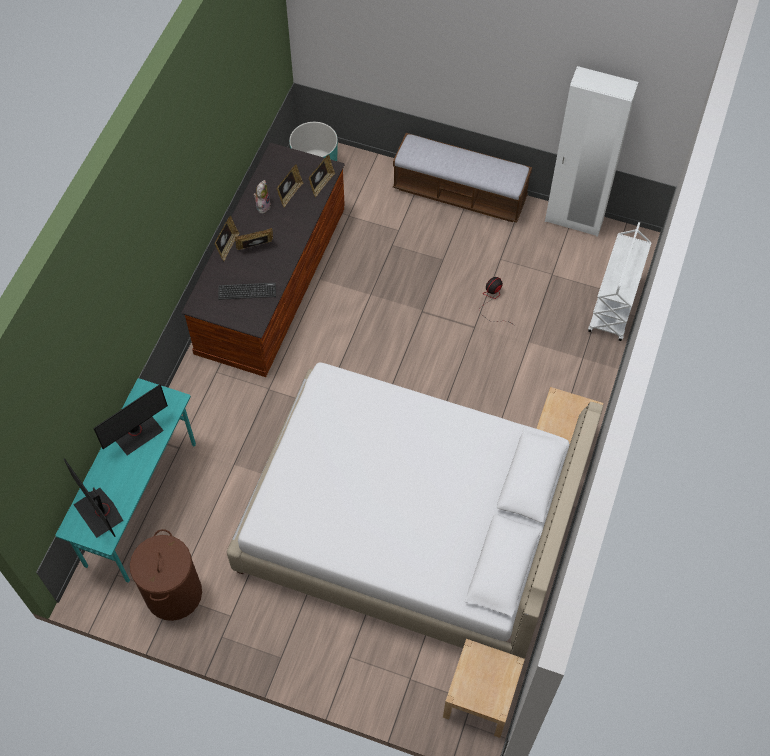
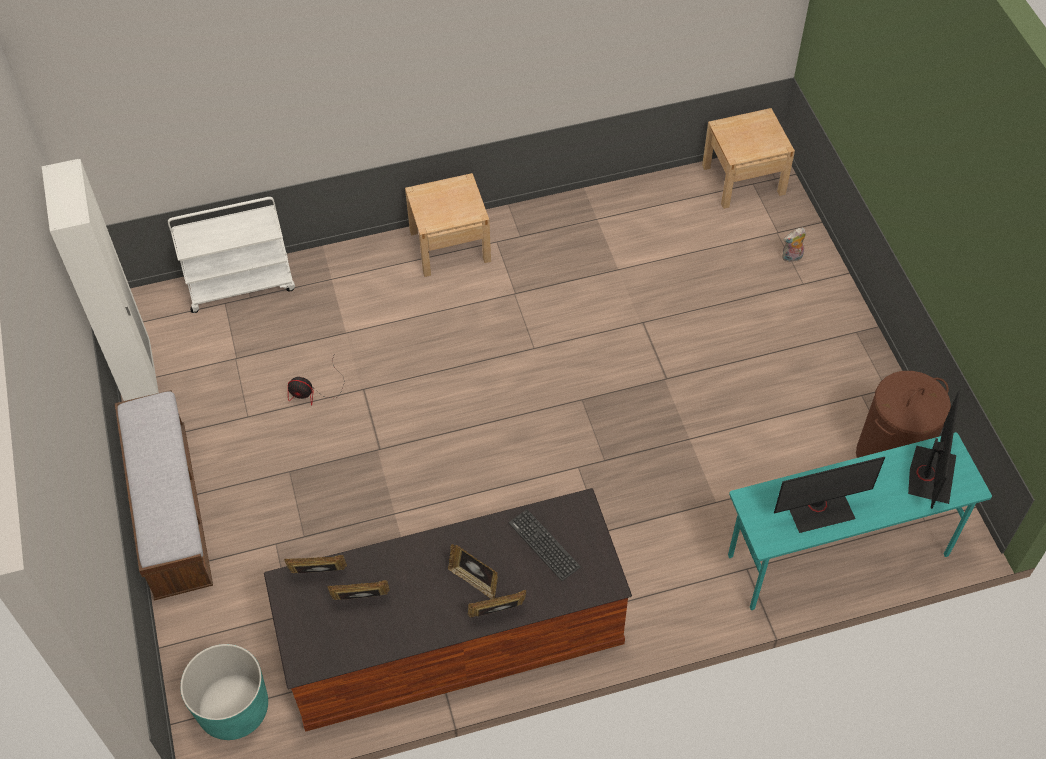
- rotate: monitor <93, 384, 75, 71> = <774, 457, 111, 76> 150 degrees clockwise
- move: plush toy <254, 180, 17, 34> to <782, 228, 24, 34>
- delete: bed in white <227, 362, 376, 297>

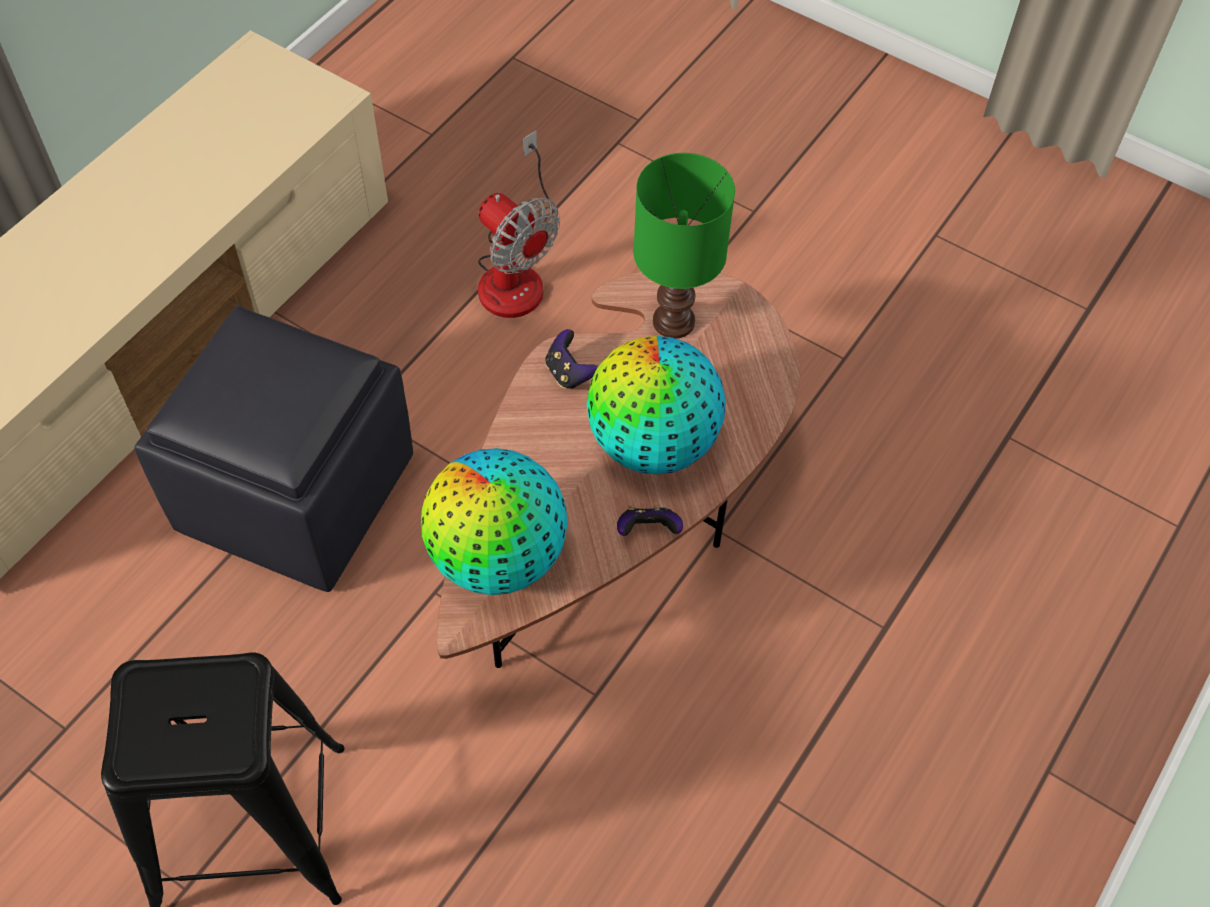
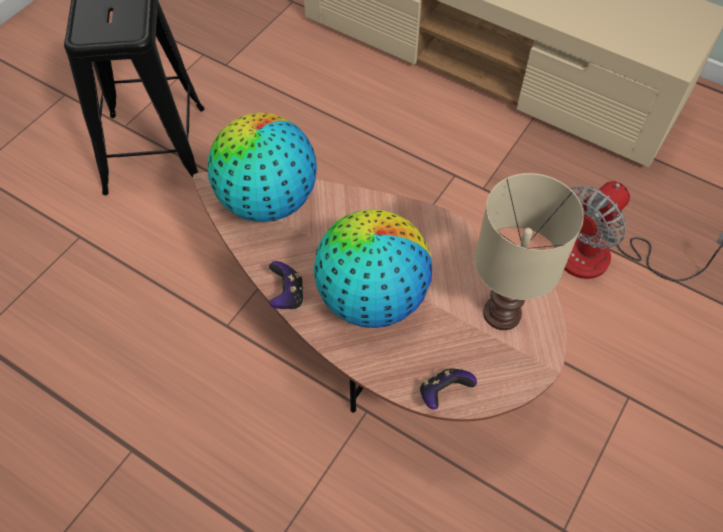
- move: game controller <545, 329, 53, 61> to <420, 368, 57, 42>
- recolor: table lamp in green <633, 153, 102, 186> to table lamp in beige <475, 173, 109, 157>
- delete: ottoman in black <134, 306, 279, 286>

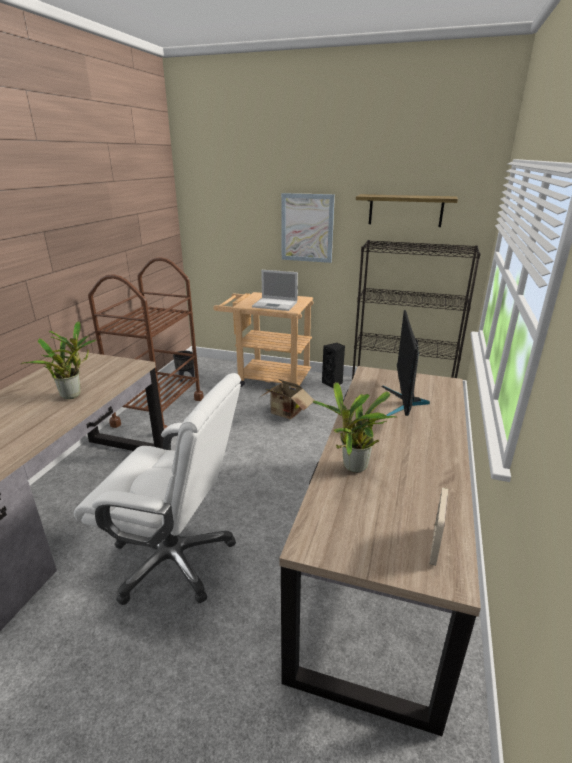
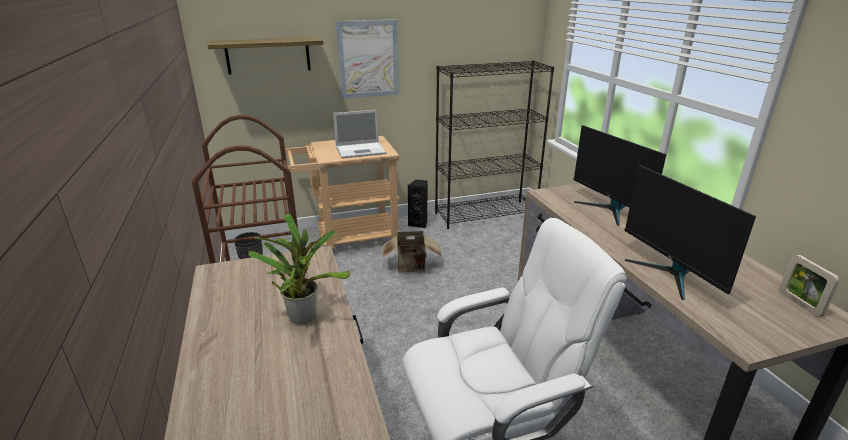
- move: shelf <356, 194, 102, 33> to <208, 37, 116, 37>
- replace: potted plant <312, 382, 85, 91> to monitor <624, 165, 132, 135>

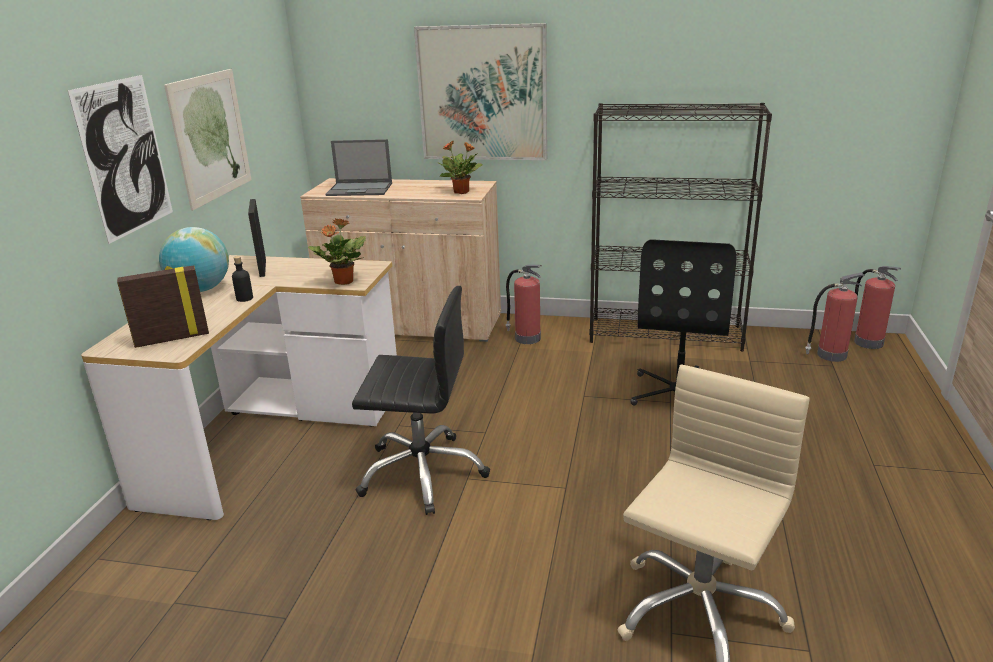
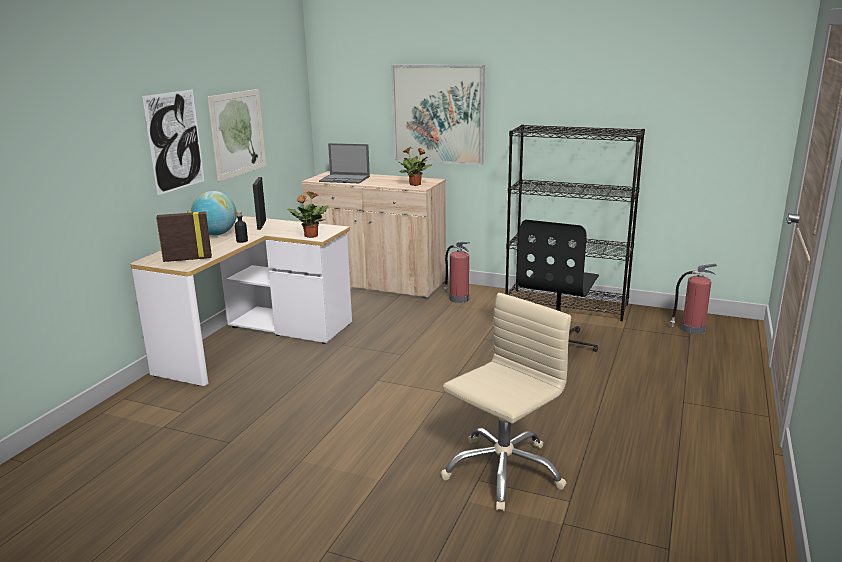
- delete: office chair in black <352, 286, 138, 229>
- delete: fire extinguisher <854, 266, 47, 83>

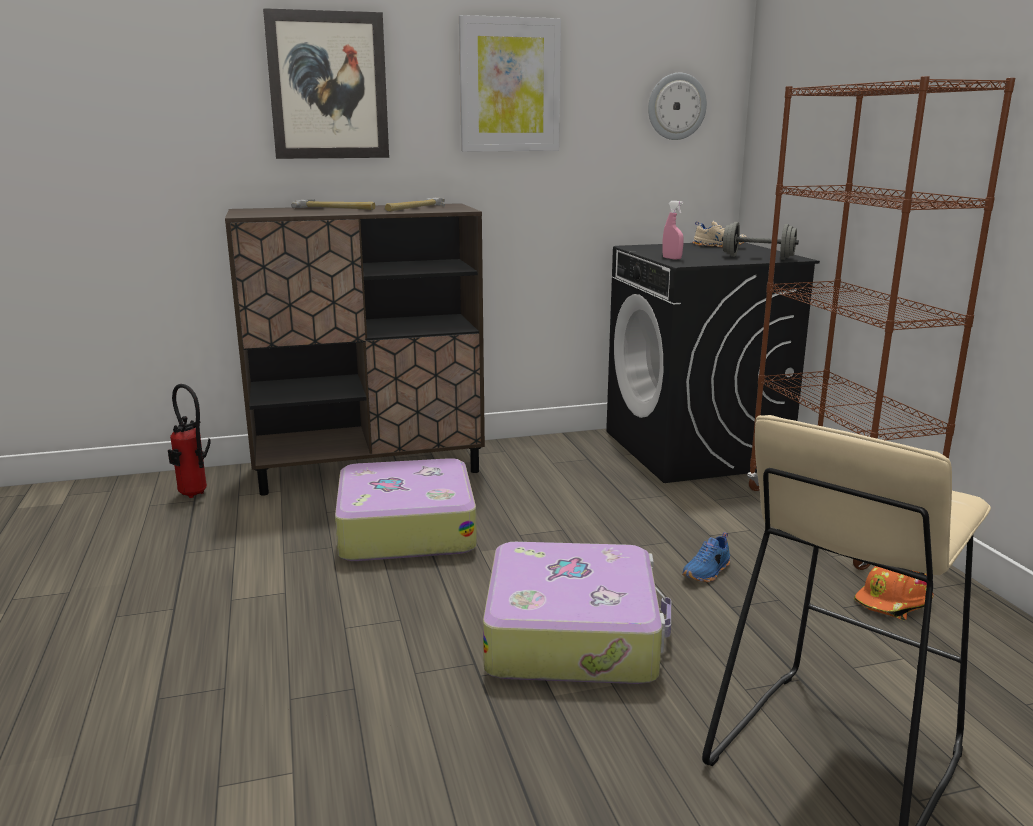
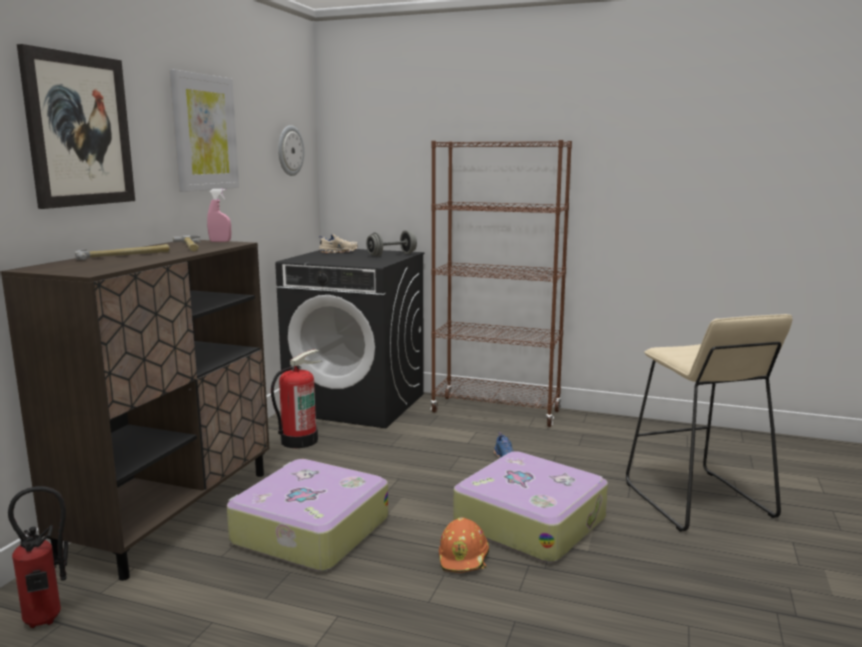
- move: spray bottle in pink <662, 201, 22, 59> to <207, 189, 24, 53>
- insert: fire extinguisher <271, 349, 51, 99>
- move: hard hat in orange <854, 566, 80, 54> to <439, 517, 50, 56>

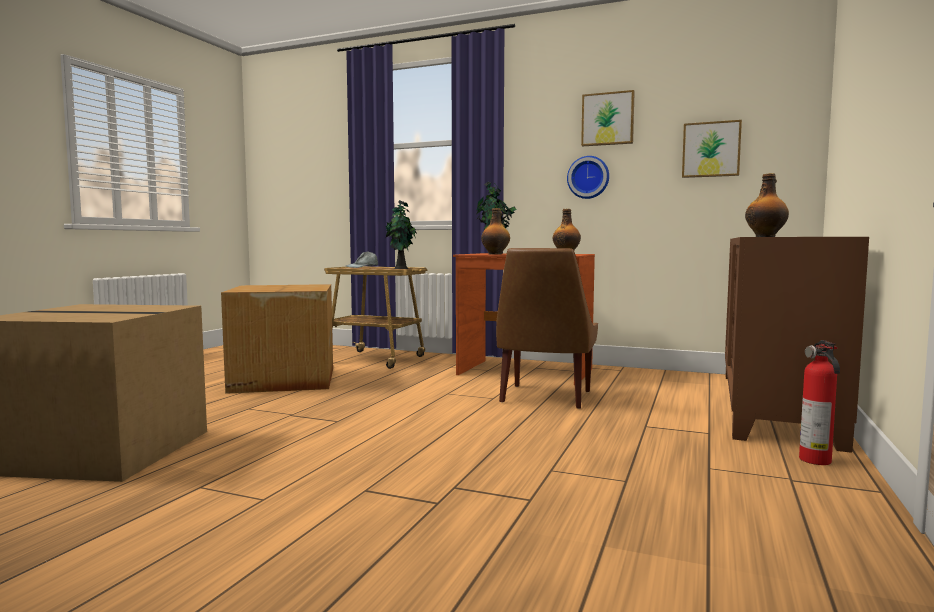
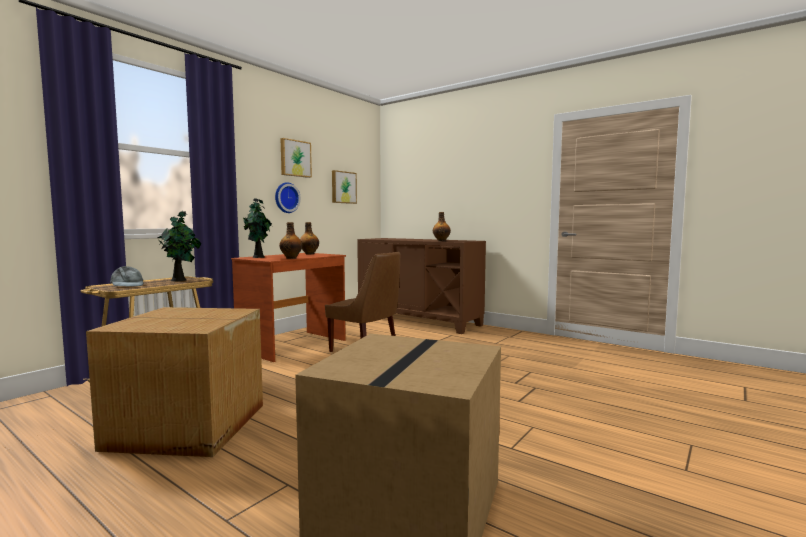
- delete: fire extinguisher <799, 340, 41, 125>

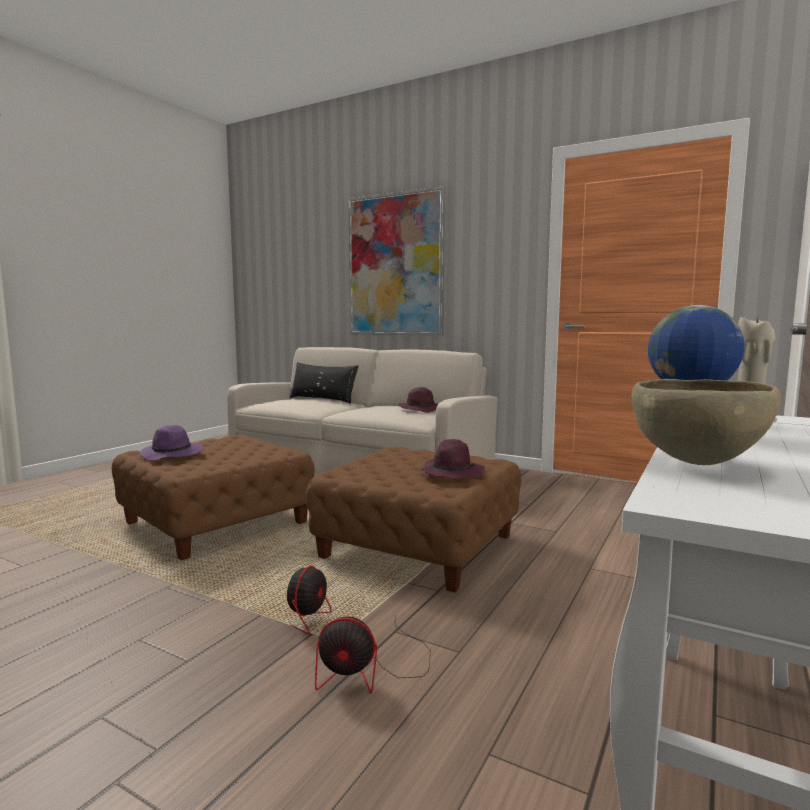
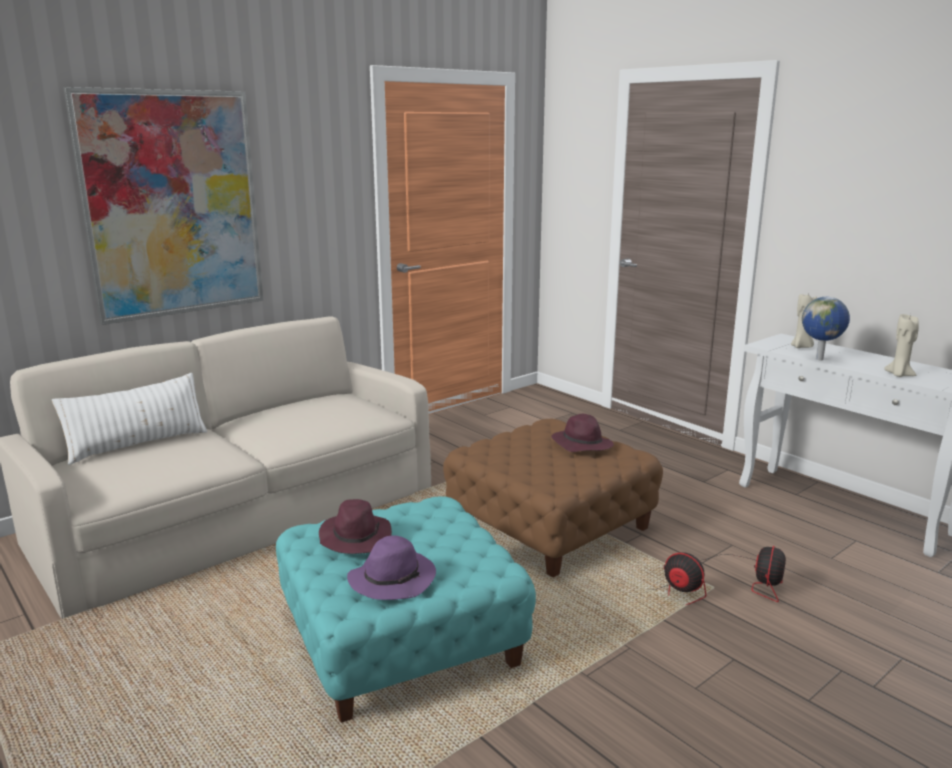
- recolor: pillow in black <289, 362, 70, 42> to pillow in white <52, 373, 155, 92>
- recolor: ottoman in brown <112, 435, 203, 125> to ottoman in turquoise <276, 496, 260, 227>
- move: hat in purple <398, 387, 40, 26> to <319, 499, 73, 55>
- replace: bowl in brown <631, 379, 151, 86> to candle in beige <884, 314, 35, 63>

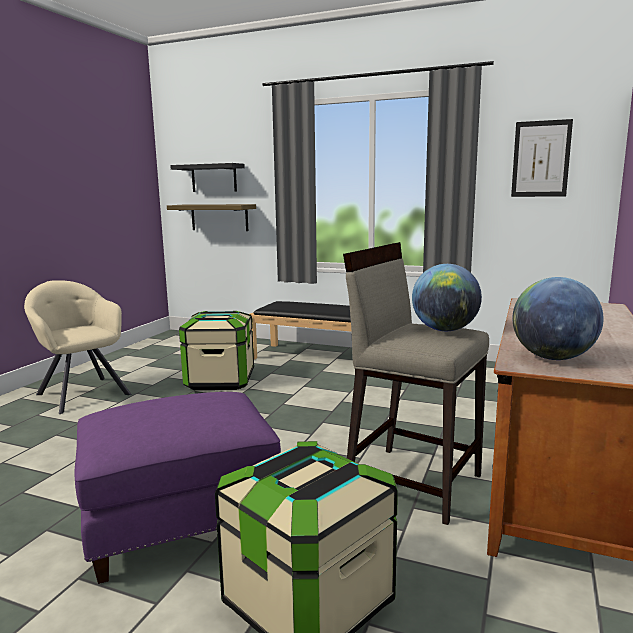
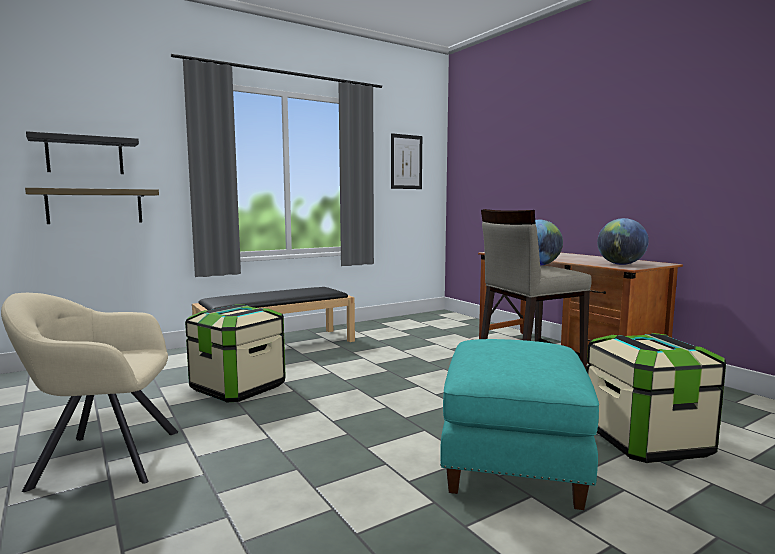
- recolor: ottoman in purple <74, 392, 207, 192> to ottoman in turquoise <440, 339, 159, 171>

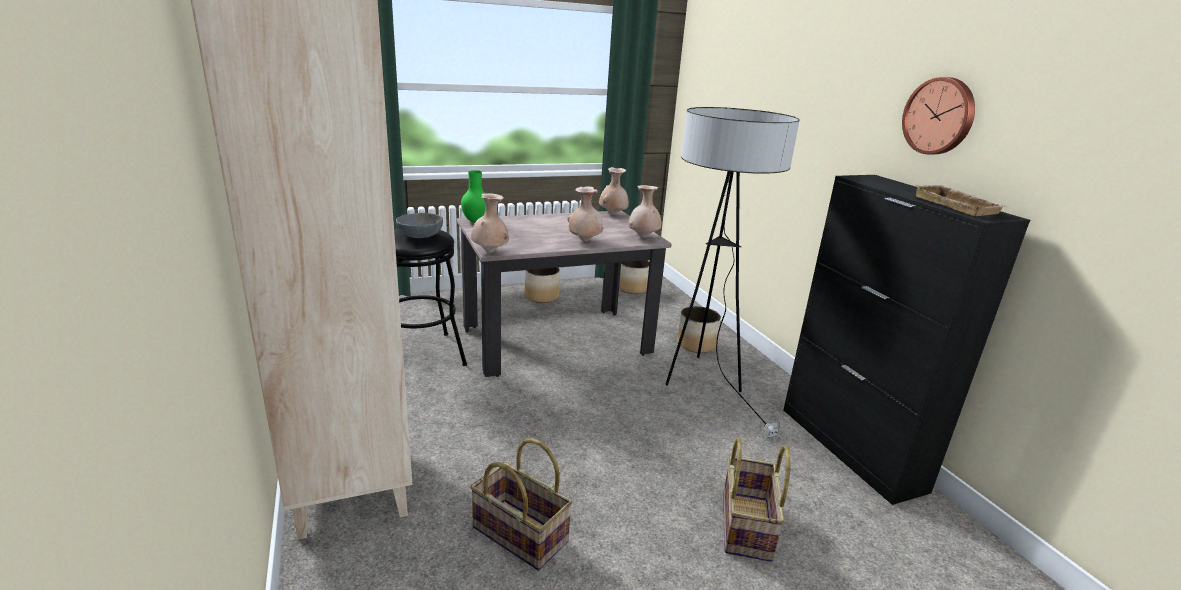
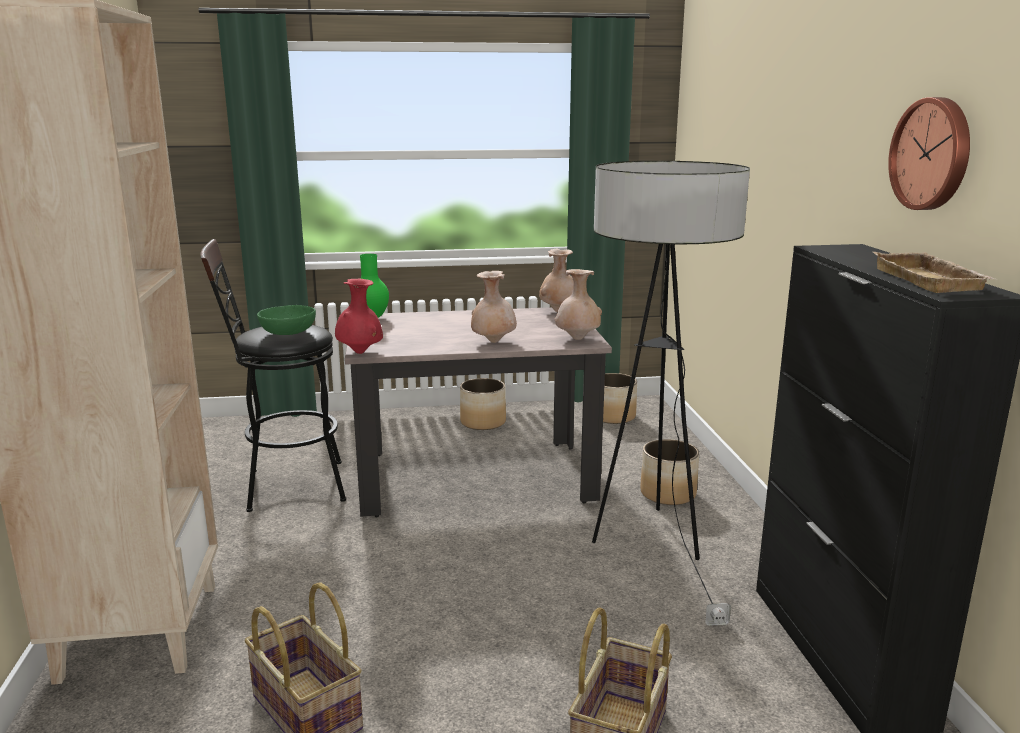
- recolor: bowl in grey <396, 213, 47, 25> to bowl in green <257, 305, 59, 30>
- recolor: vase in beige <471, 193, 38, 60> to vase in red <335, 279, 48, 75>

